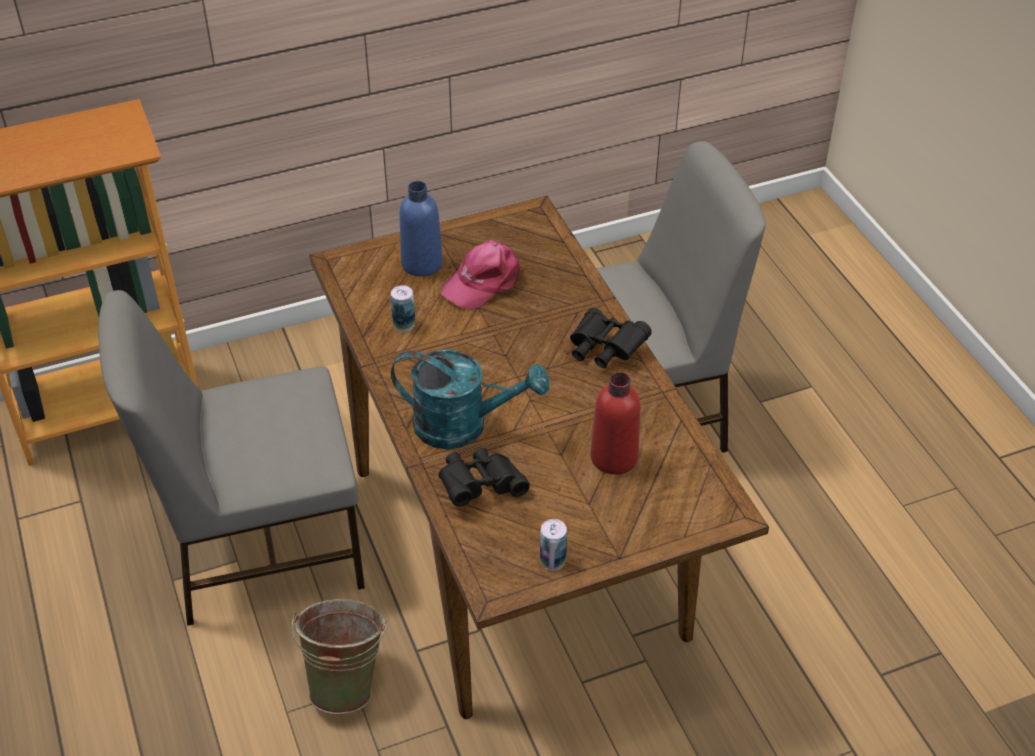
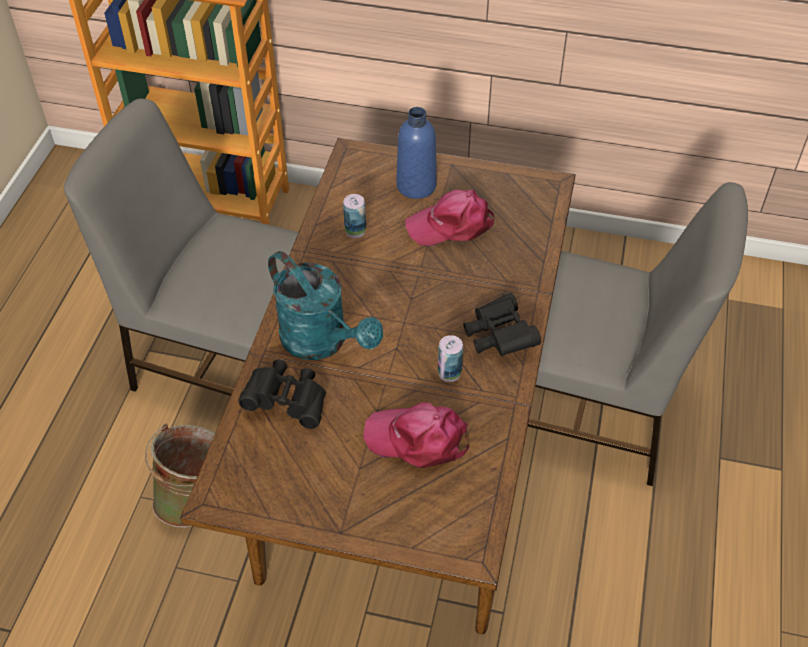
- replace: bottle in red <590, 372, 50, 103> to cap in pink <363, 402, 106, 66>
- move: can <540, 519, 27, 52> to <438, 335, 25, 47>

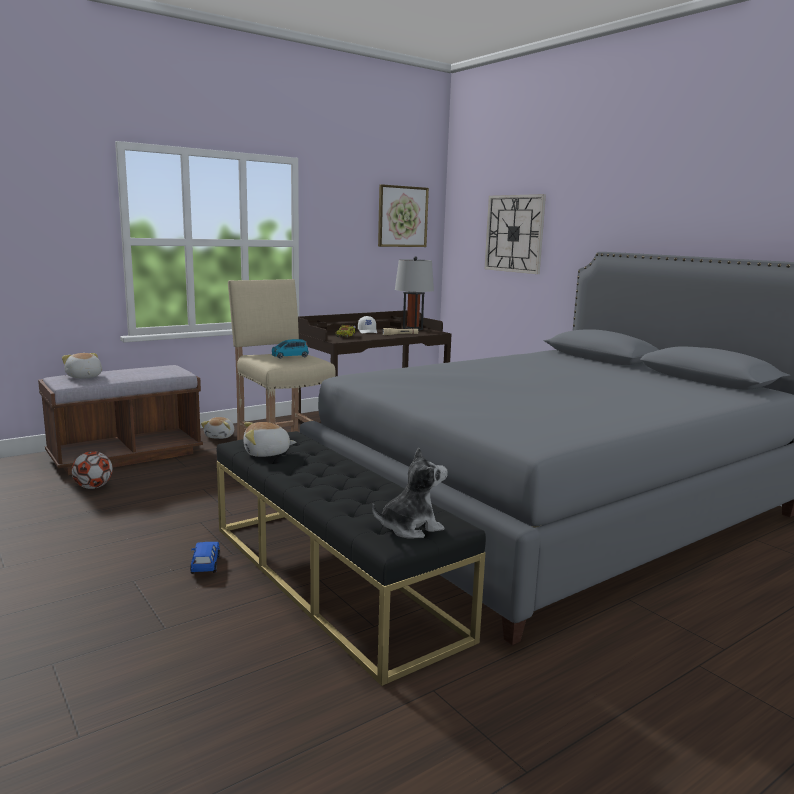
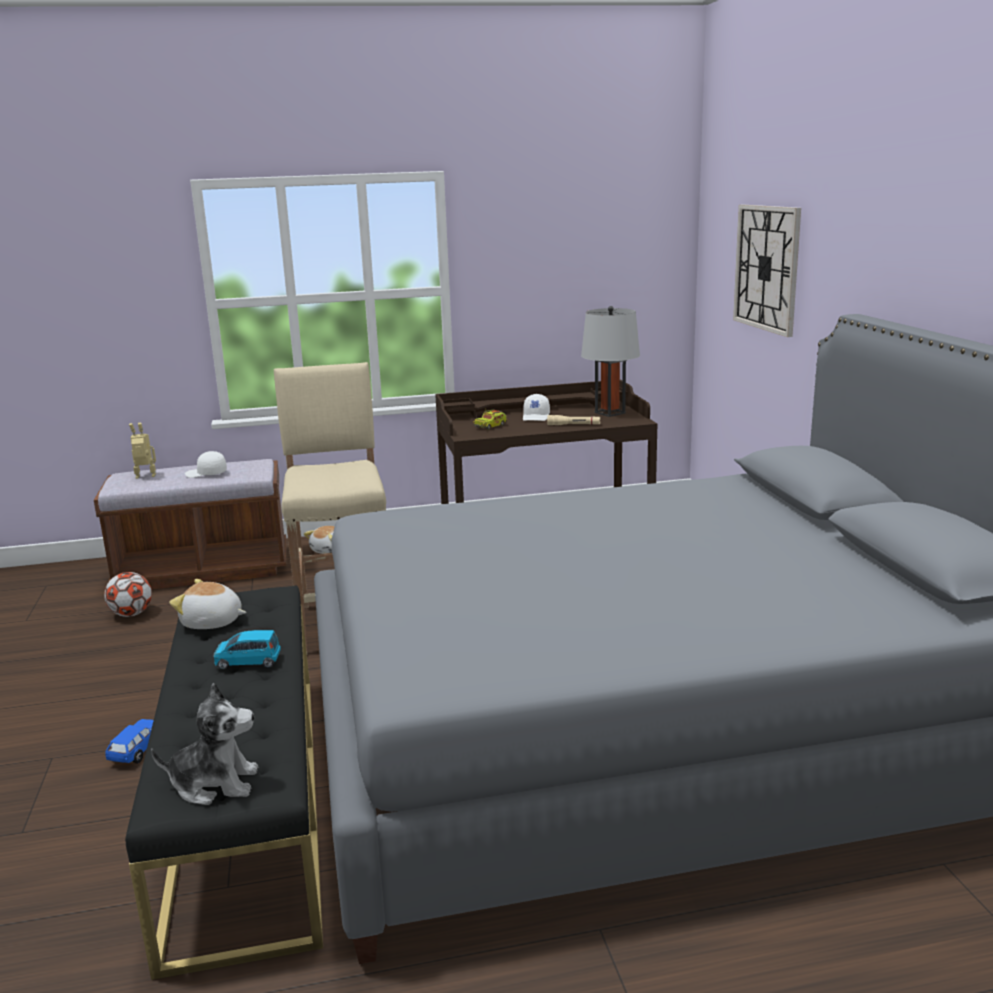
- replace: plush toy <62, 353, 40, 26> to toy robot <129, 423, 27, 56>
- insert: cap in white <185, 451, 42, 27>
- move: toy car in blue <272, 339, 37, 20> to <213, 630, 68, 39>
- delete: picture <378, 184, 51, 63>

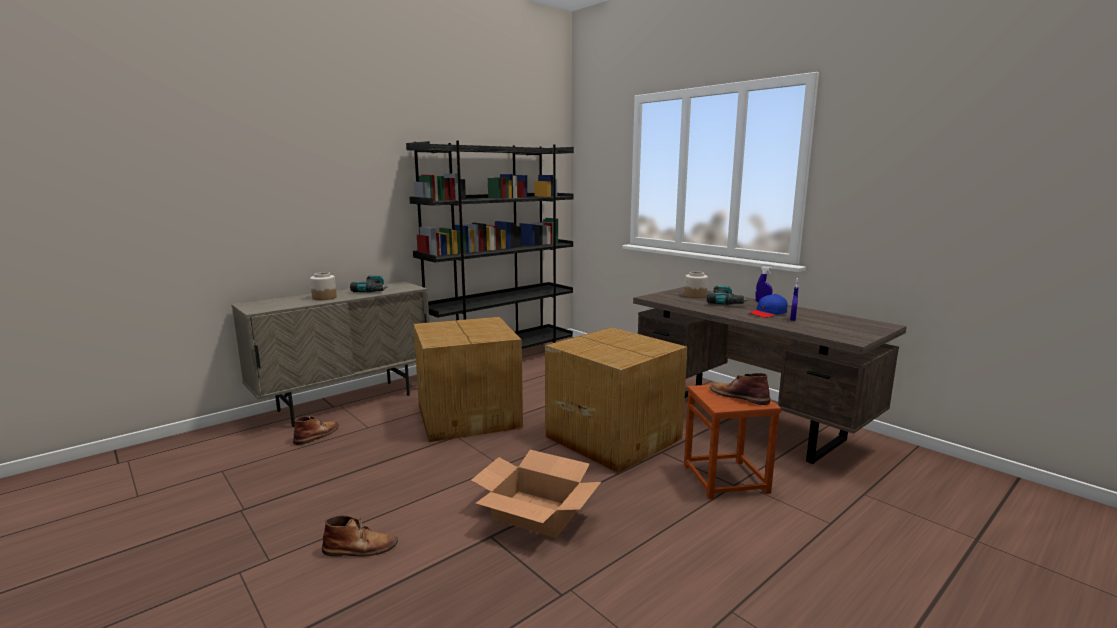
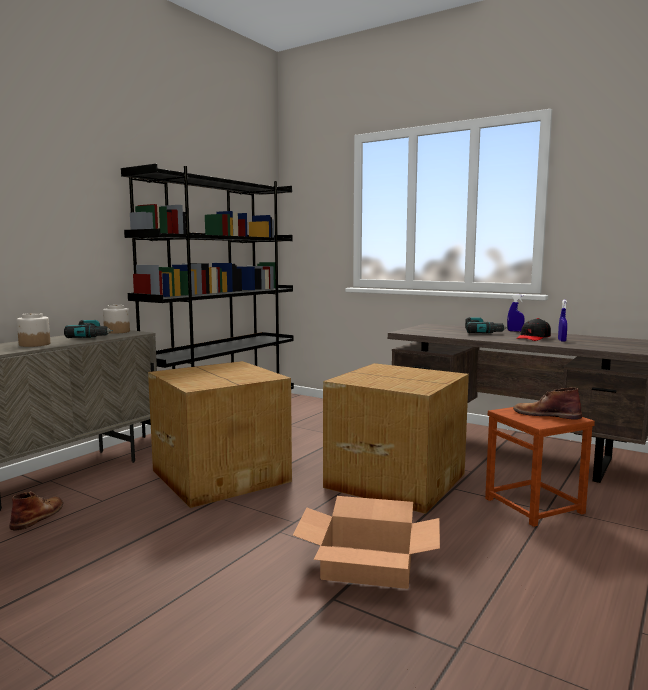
- move: jar <684, 272, 24, 26> to <103, 305, 27, 29>
- recolor: cap in blue <749, 294, 38, 24> to cap in black <516, 318, 35, 23>
- delete: boot in brown <322, 515, 76, 42>

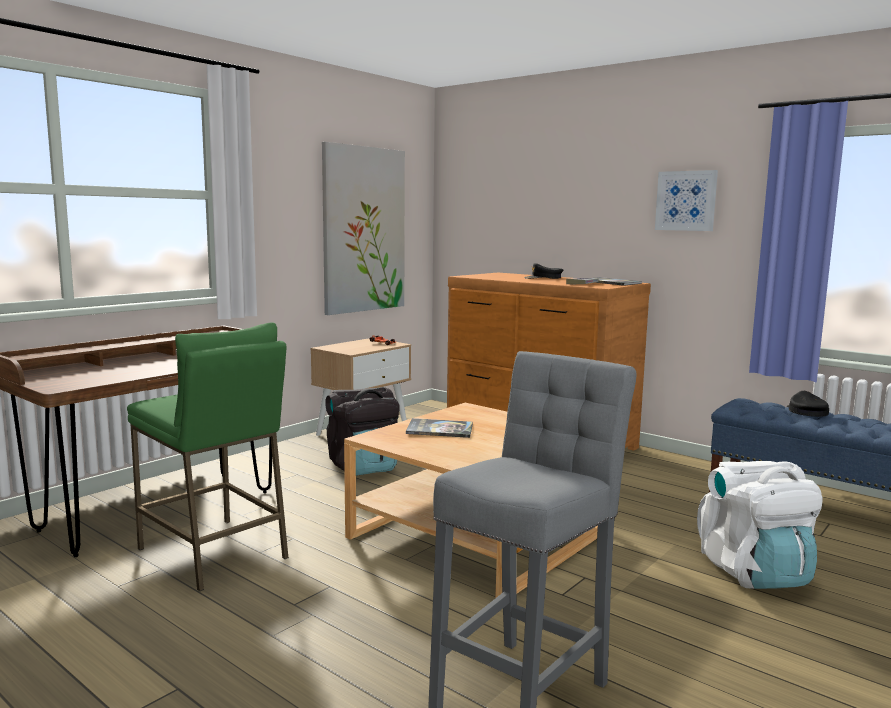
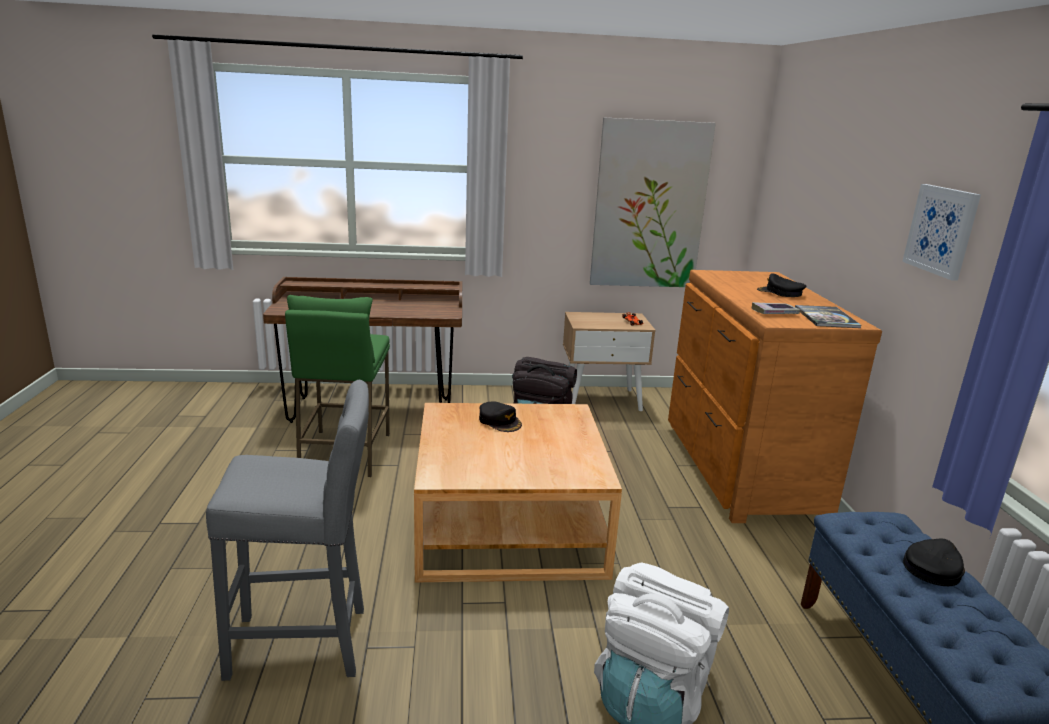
- replace: book <406, 418, 67, 20> to cap in black <479, 402, 43, 30>

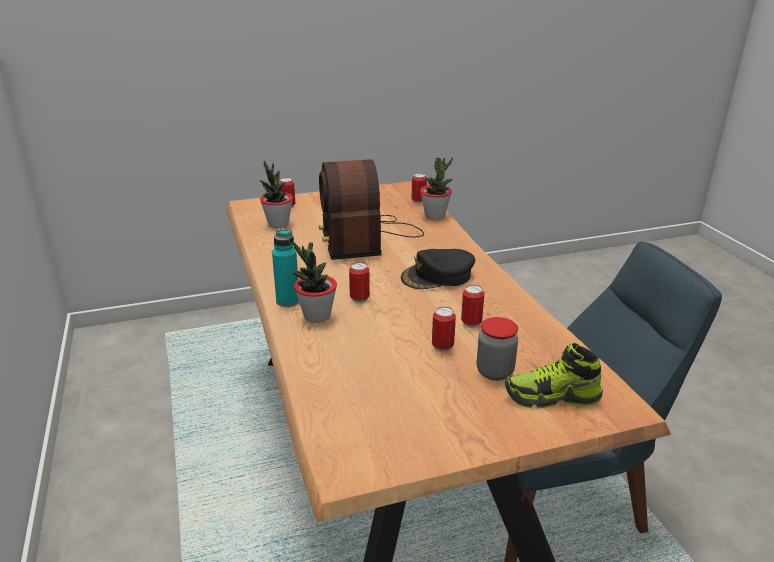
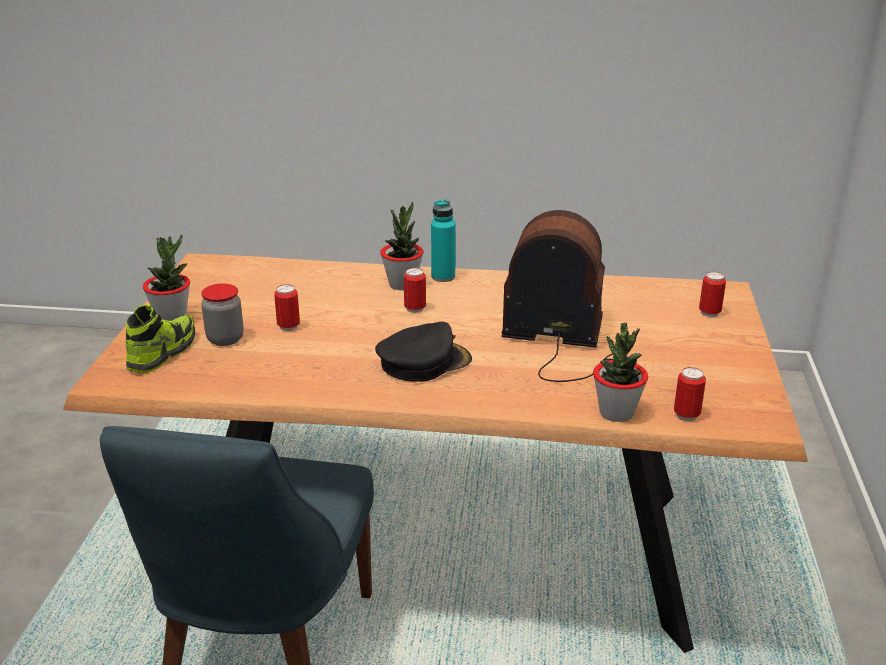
- move: potted plant <259, 161, 34, 67> to <143, 234, 47, 87>
- rotate: cap in black <401, 249, 74, 40> = <375, 322, 97, 60> 60 degrees clockwise
- delete: can <461, 285, 23, 43>

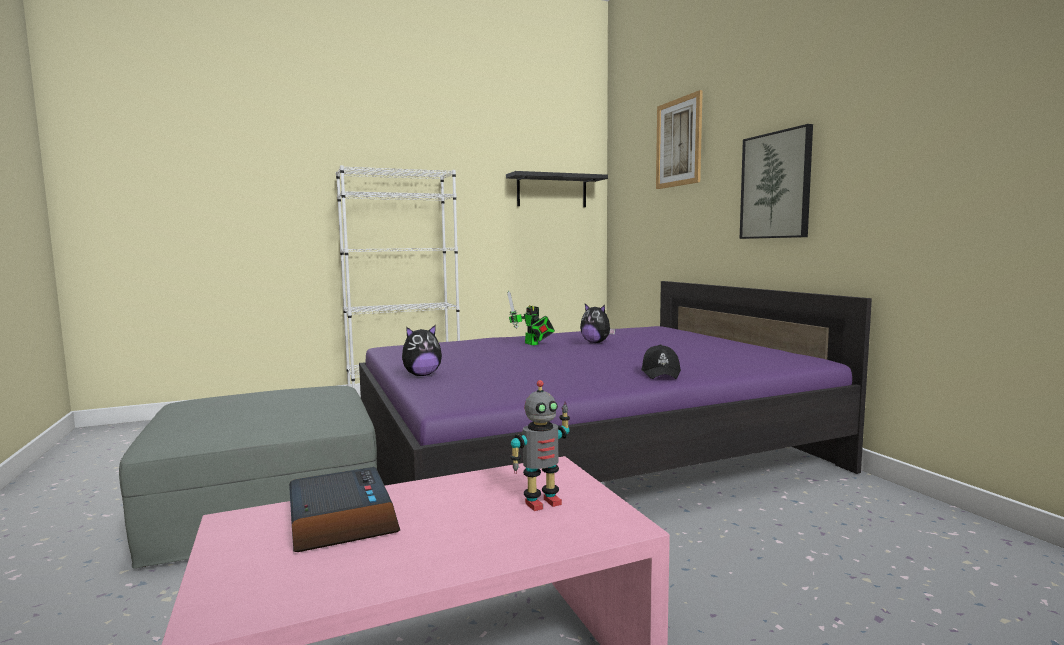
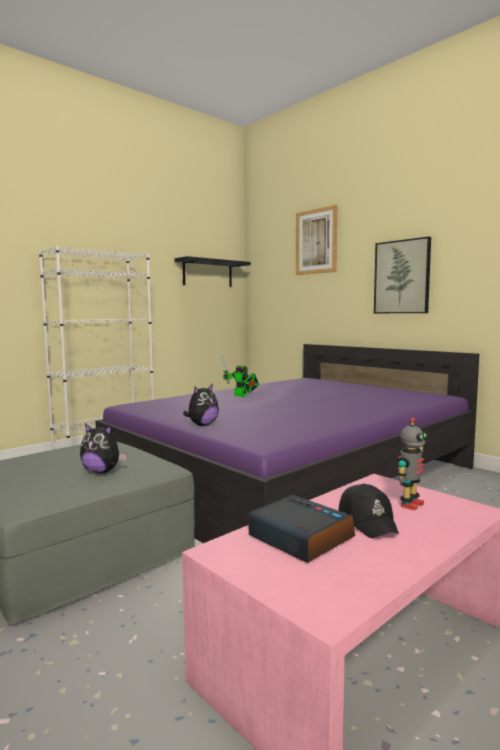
- move: plush toy <580, 304, 36, 39> to <80, 424, 46, 50>
- move: cap in black <641, 344, 40, 35> to <338, 484, 61, 54>

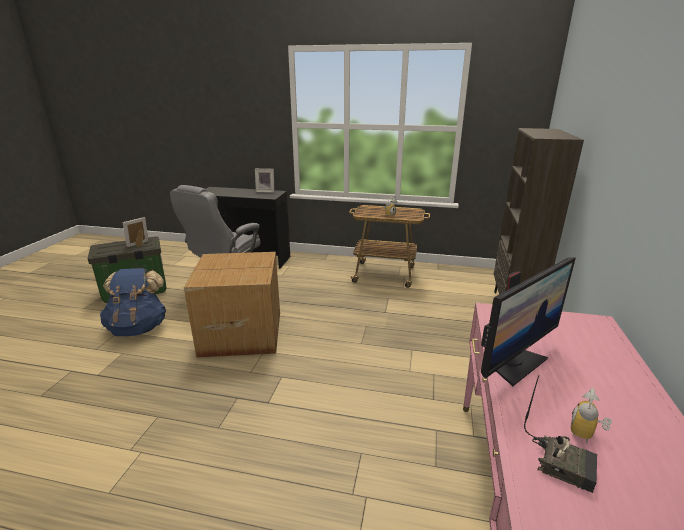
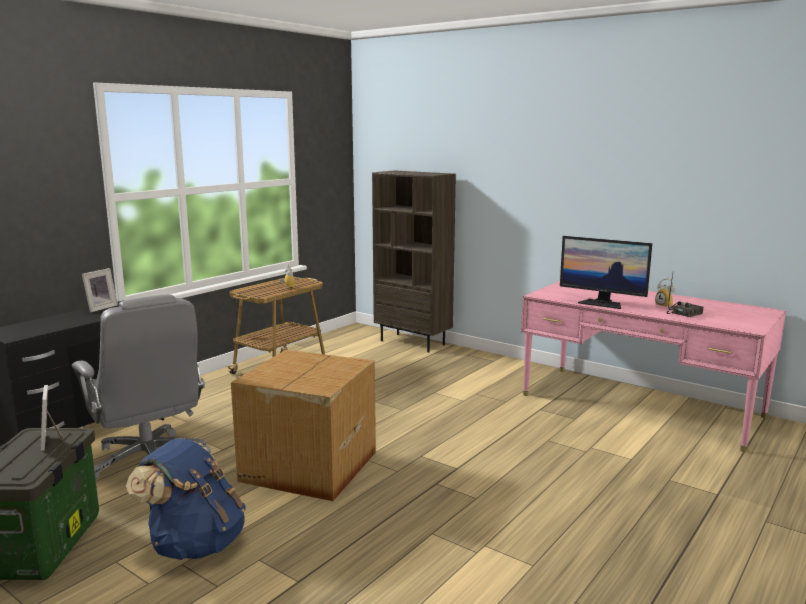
- rotate: monitor <481, 257, 95, 129> = <560, 236, 92, 73> 135 degrees clockwise

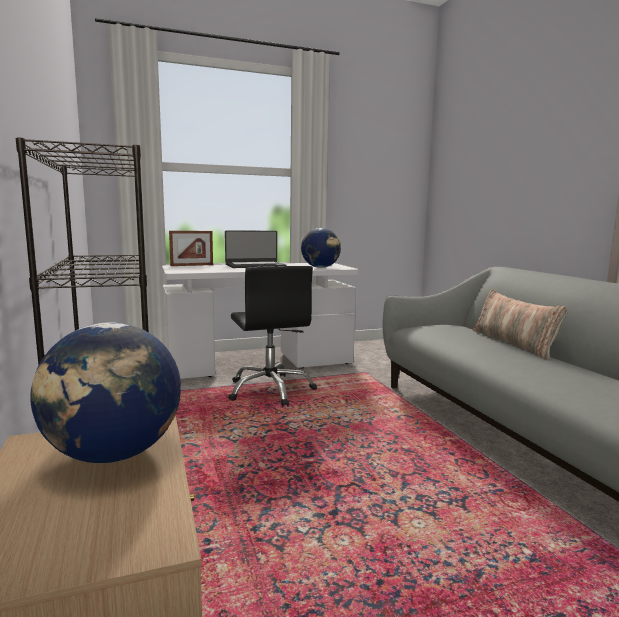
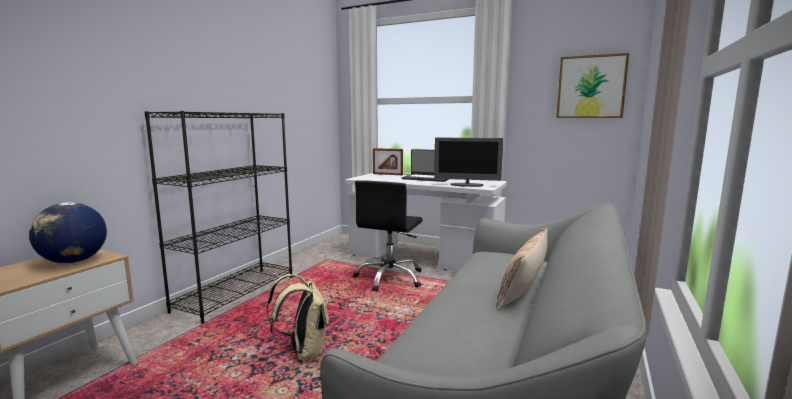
- insert: backpack in beige <267, 274, 62, 86>
- replace: globe <301, 228, 40, 40> to monitor <434, 137, 69, 50>
- insert: picture <556, 53, 73, 65>

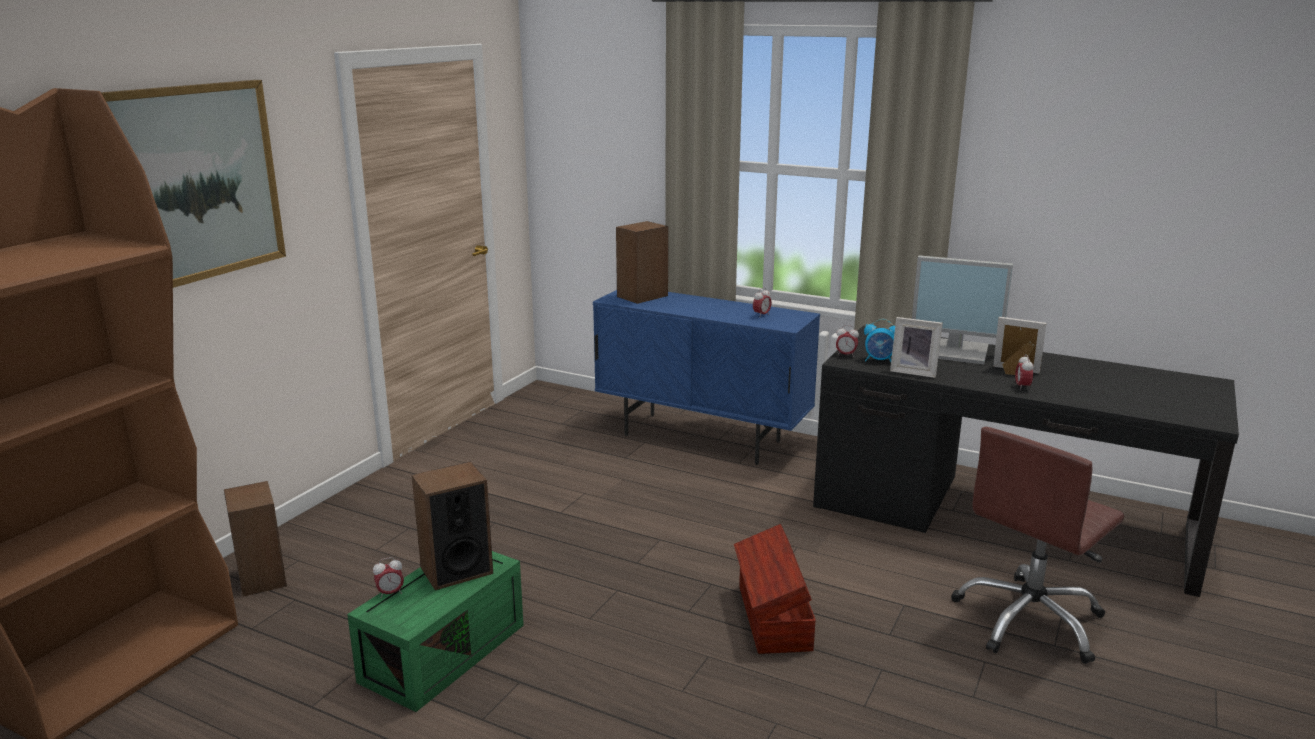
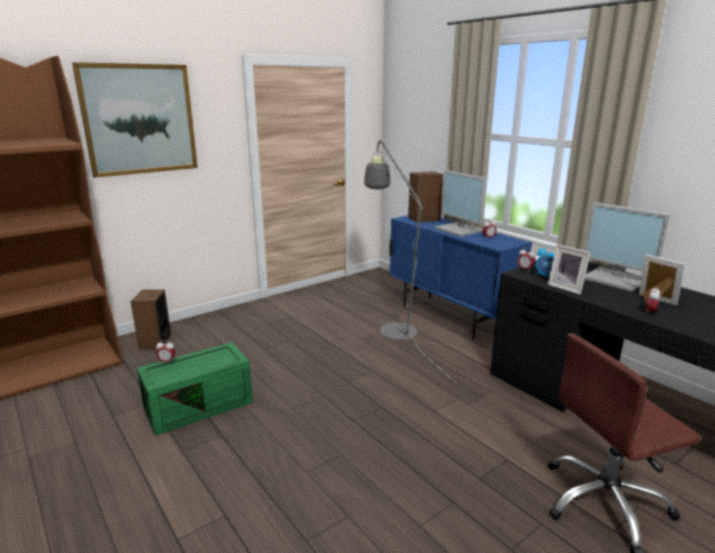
- insert: floor lamp in grey <364, 139, 92, 244>
- insert: monitor <434, 171, 53, 66>
- delete: speaker <412, 461, 81, 129>
- delete: storage box in brown <734, 524, 82, 130>

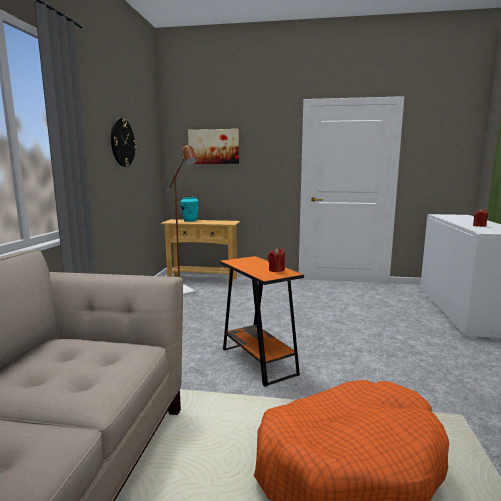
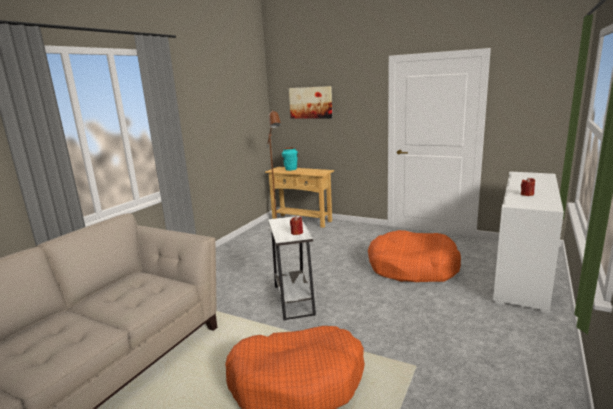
- recolor: side table in orange <220, 256, 84, 131> to side table in white <268, 216, 48, 104>
- insert: dog bed in orange <368, 230, 93, 52>
- delete: wall clock <111, 118, 26, 49>

